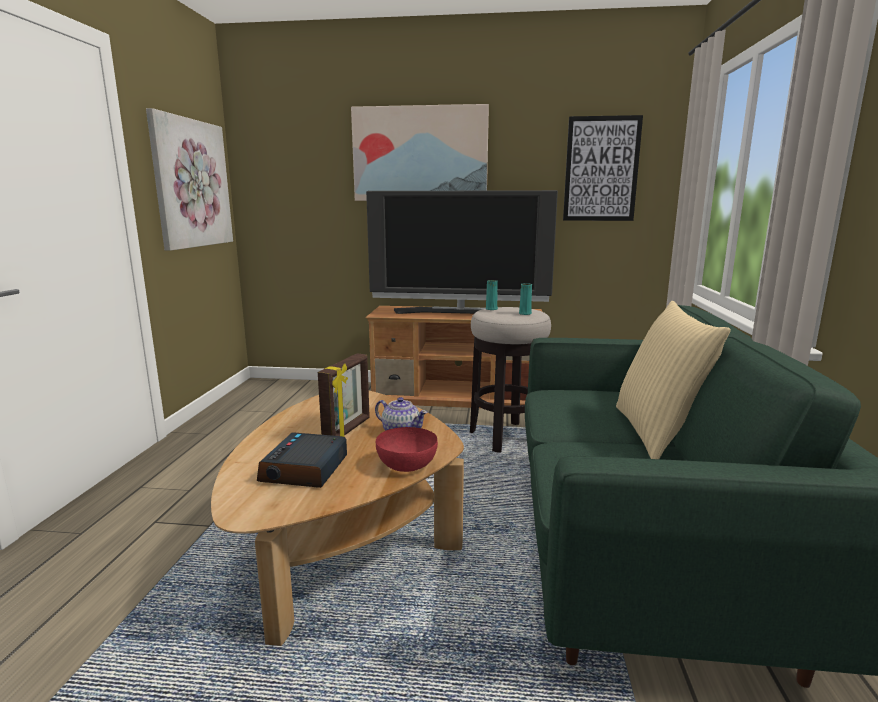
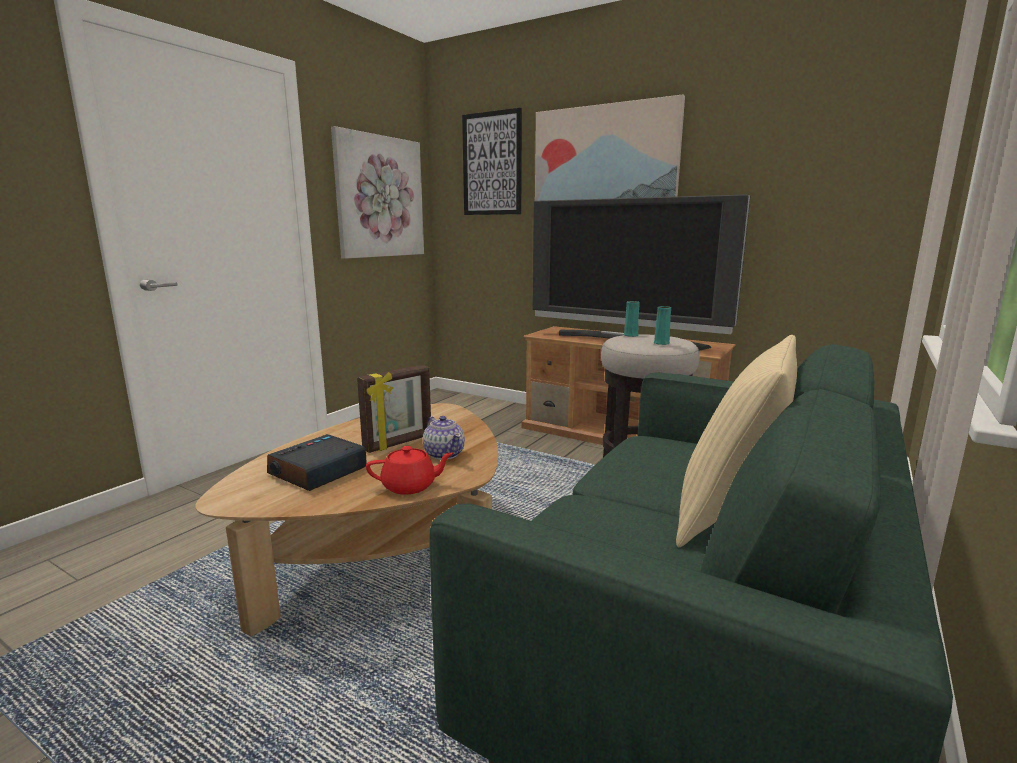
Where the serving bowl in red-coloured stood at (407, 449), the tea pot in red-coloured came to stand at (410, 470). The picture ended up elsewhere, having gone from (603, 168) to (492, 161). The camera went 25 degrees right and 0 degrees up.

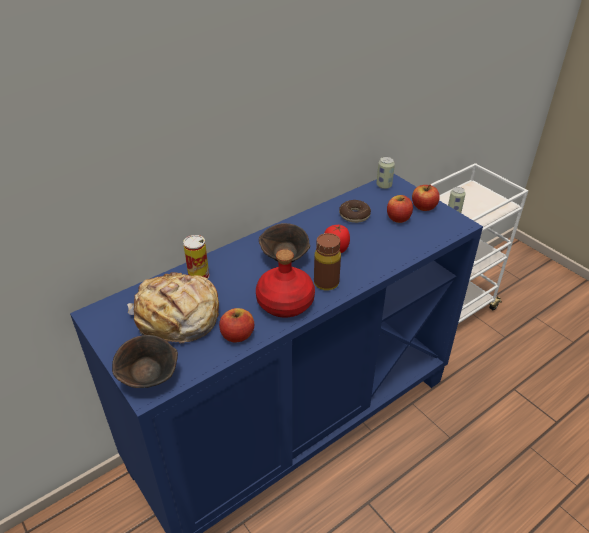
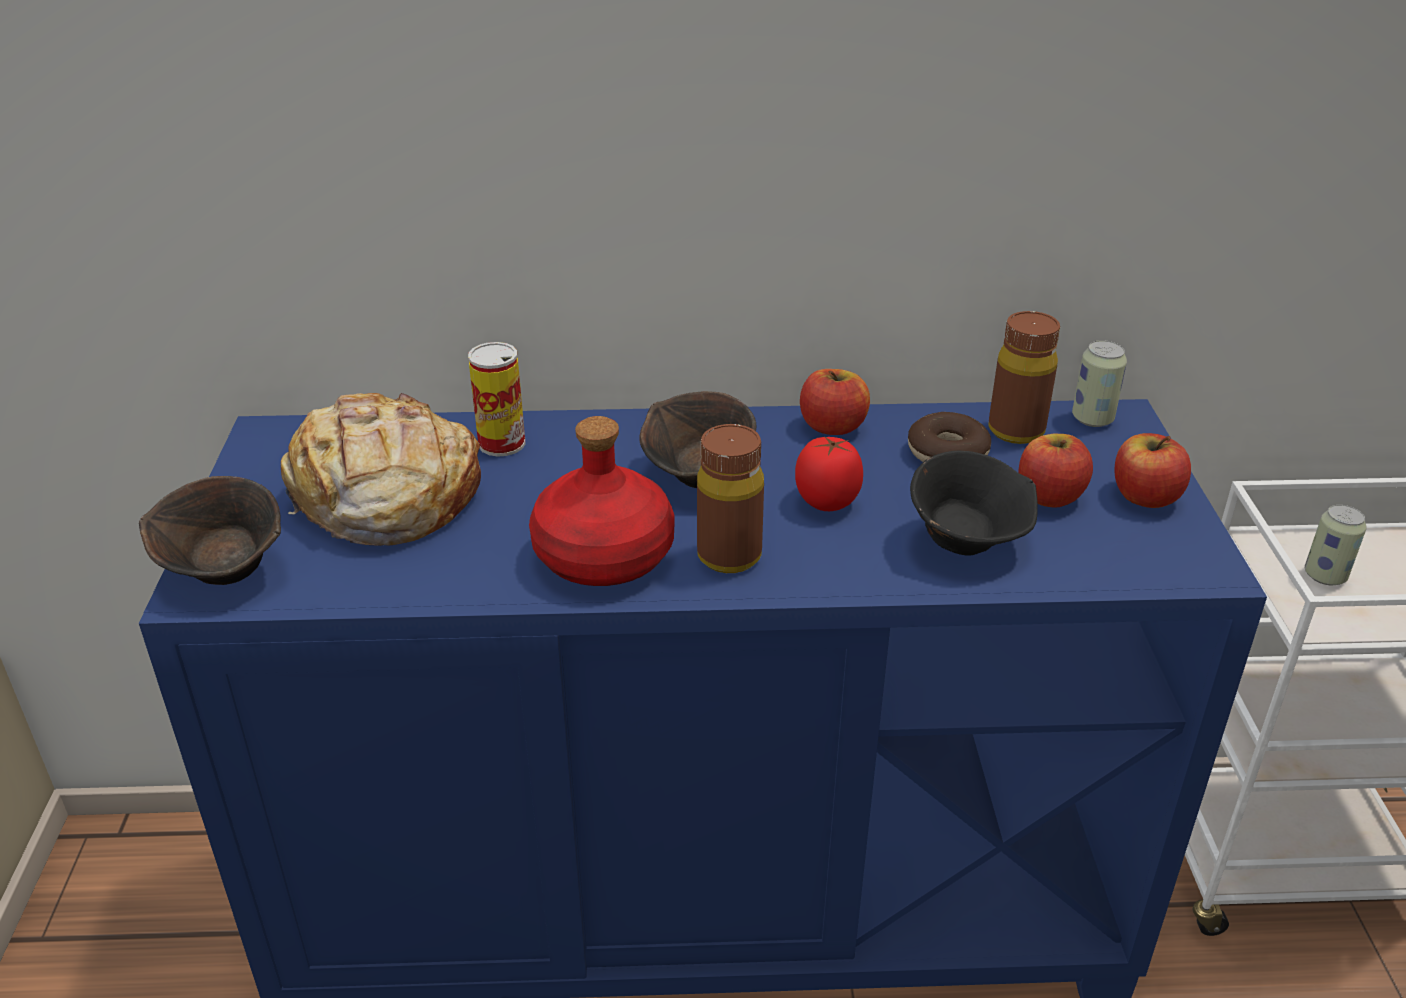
The whole apple ended up elsewhere, having gone from (236, 325) to (835, 402). The second view gained the serving bowl in blackish at (973, 503). The second view gained the bottle in brownish at (1024, 377). The camera went 35 degrees right and 5 degrees down.

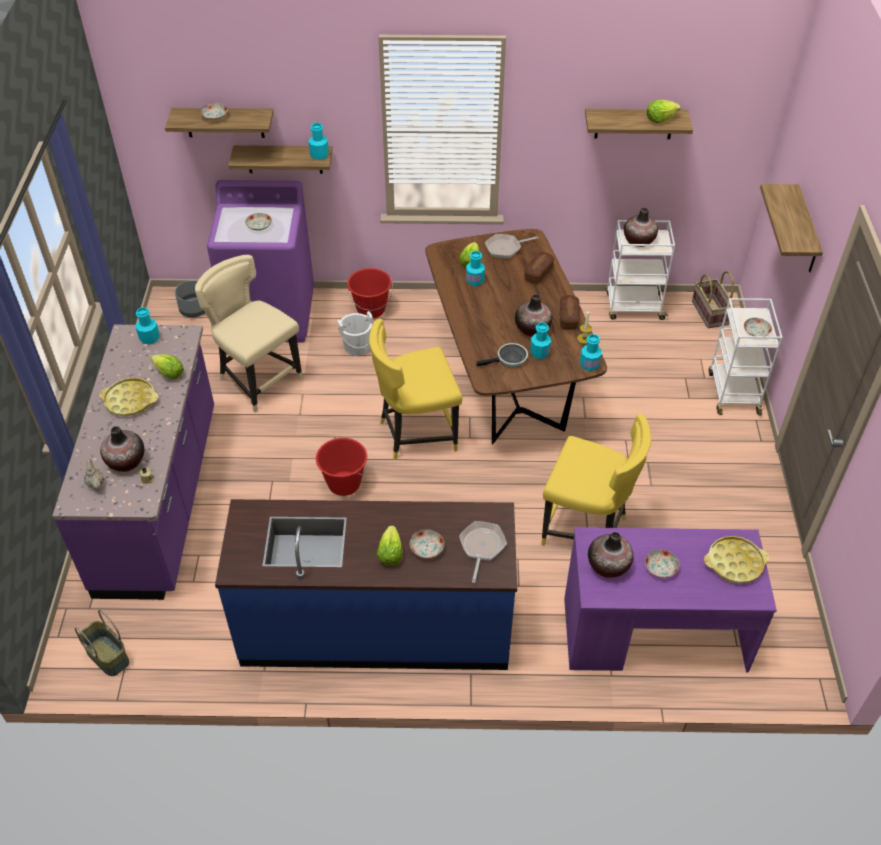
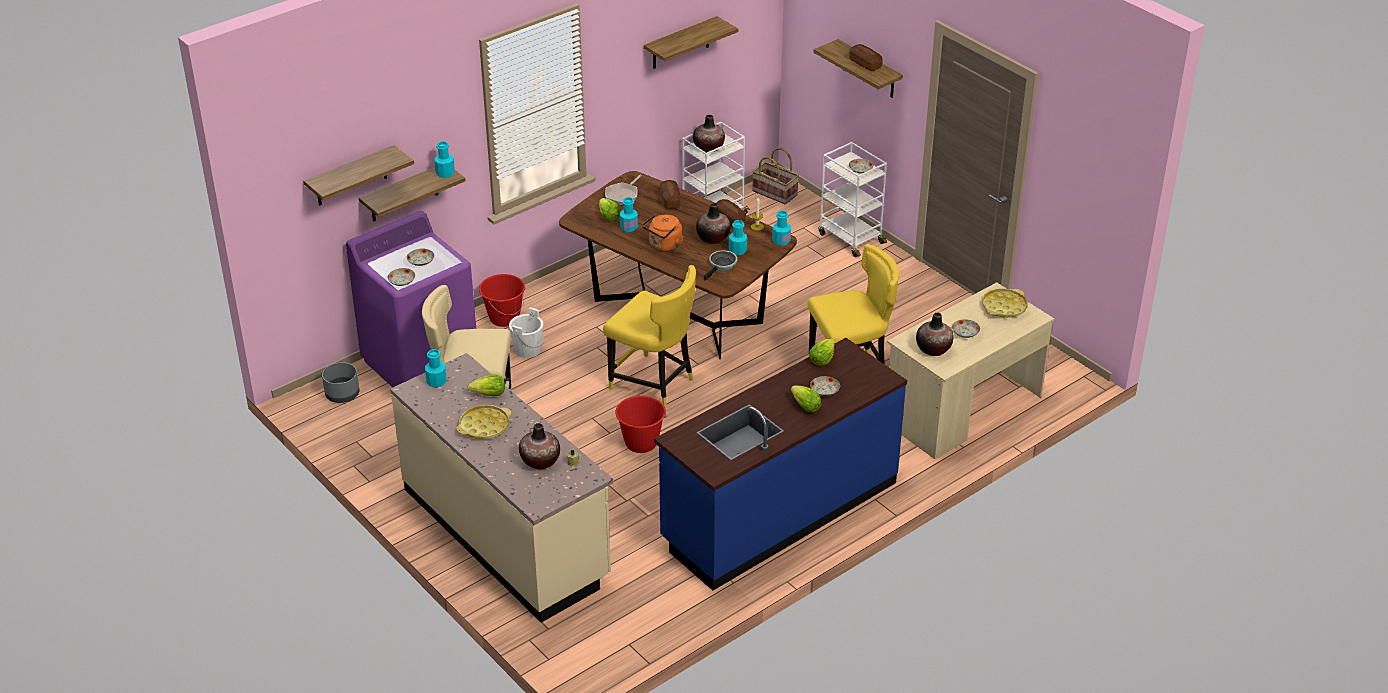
What was the kitchen base unit in purple at (133, 462) turned into the kitchen base unit in beige at (501, 488). The second view lost the storage basket at (102, 643). The second view lost the tea pot in beige at (94, 474). The plate ended up elsewhere, having gone from (214, 111) to (401, 277). The chair in yellowish at (415, 389) ended up facing another way, 90 degrees counterclockwise from before. The second view lost the skillet at (483, 552). What was the desk table in purple at (670, 599) turned into the desk table in beige at (971, 370). The lettuce ended up elsewhere, having gone from (664, 111) to (822, 352). The second view gained the tea kettle in orangey at (662, 233). The second view gained the bread at (866, 57). The camera went 40 degrees left and 10 degrees down.

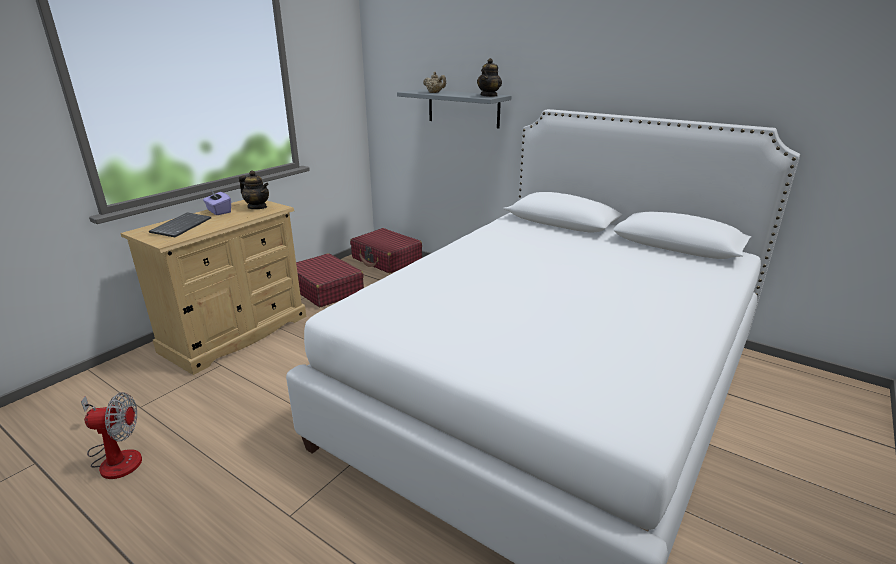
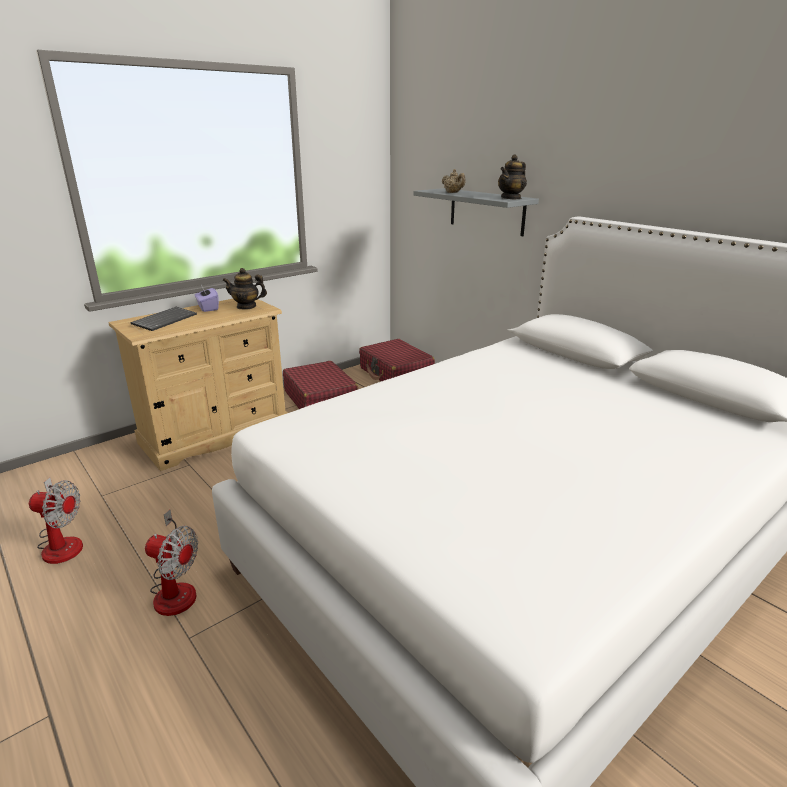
The tea pot at (254, 189) ended up facing another way, 135 degrees clockwise from before. The second view gained the fan at (171, 563). The camera went 15 degrees right and 0 degrees up.

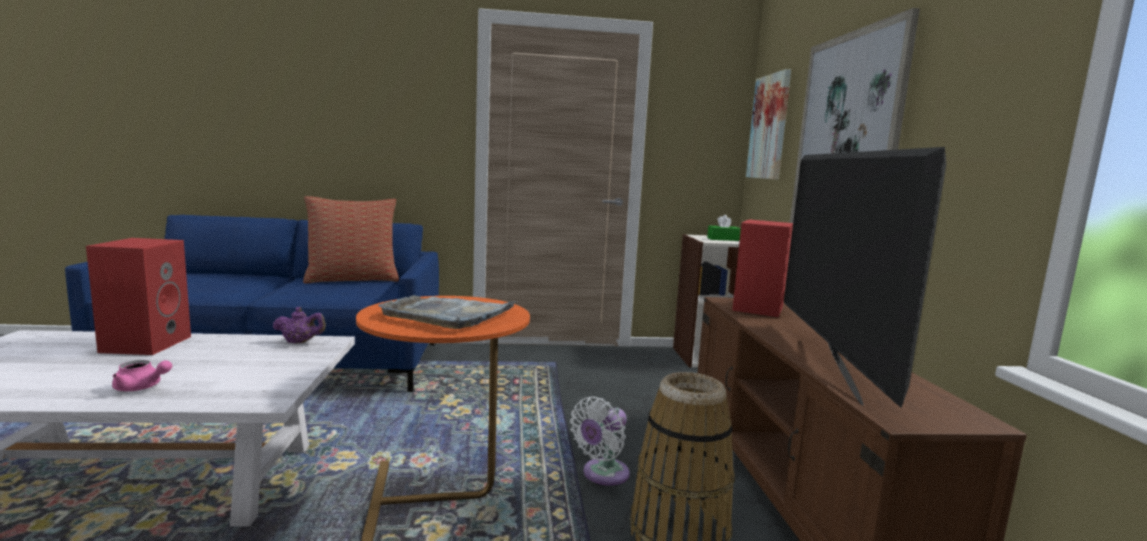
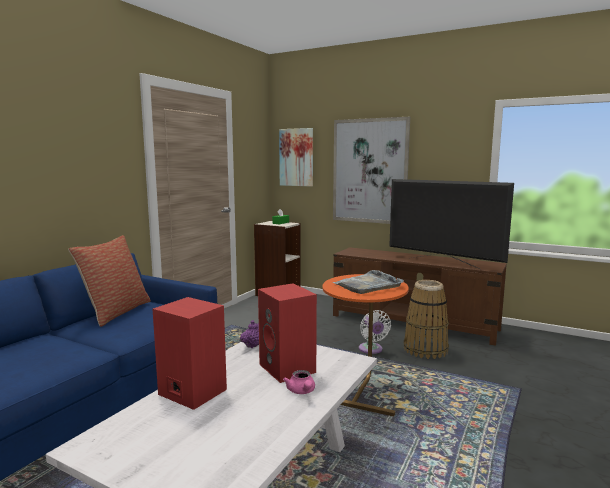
The tea pot in pink-coloured at (142, 375) ended up facing another way, 120 degrees clockwise from before. The loudspeaker in red-coloured ended up elsewhere, having gone from (762, 268) to (287, 333). The camera went 55 degrees left and 0 degrees up.

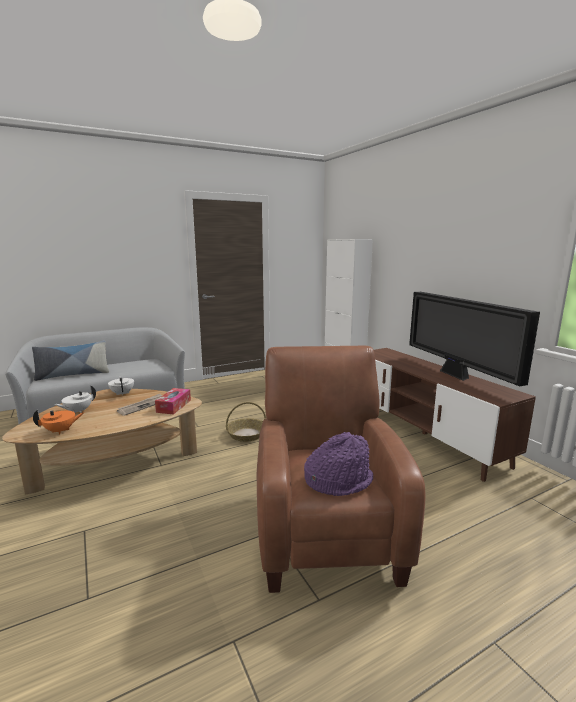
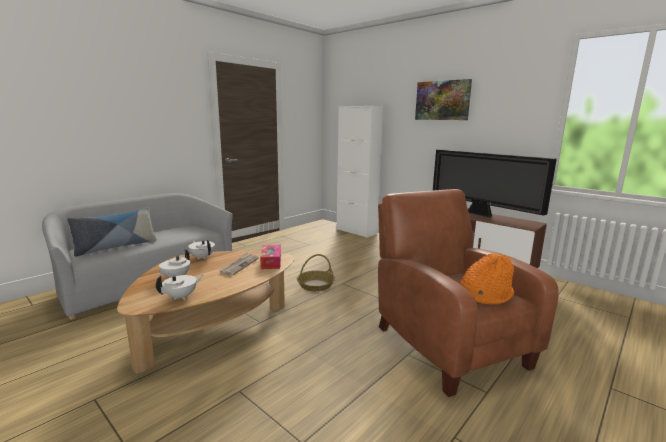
What was the tea pot in orangey at (59, 422) turned into the tea pot in white-coloured at (179, 287). What was the hat in purple at (338, 464) turned into the hat in orangey at (487, 279). The second view gained the picture at (443, 99). The camera went 20 degrees left and 0 degrees up.

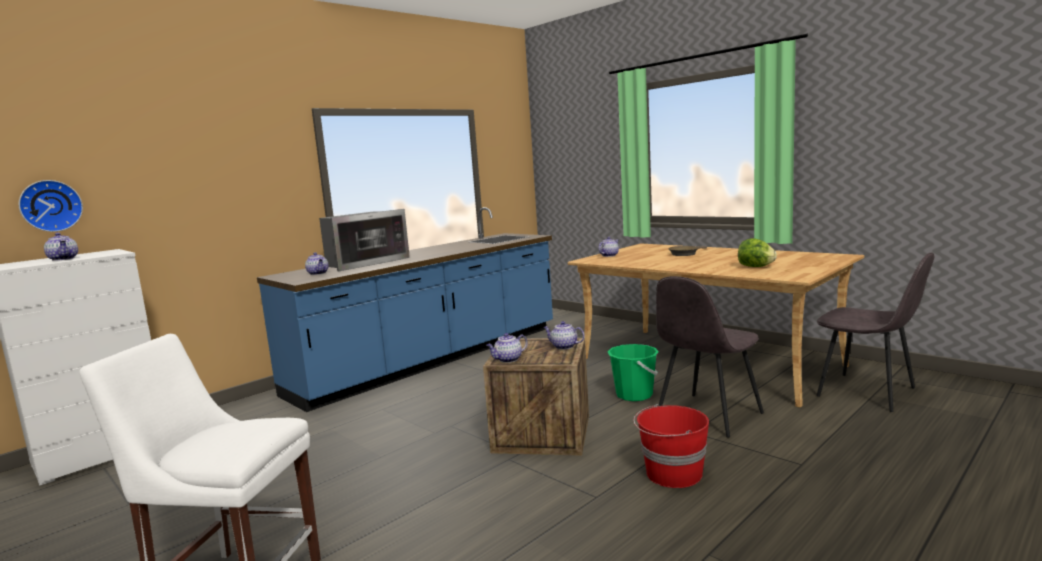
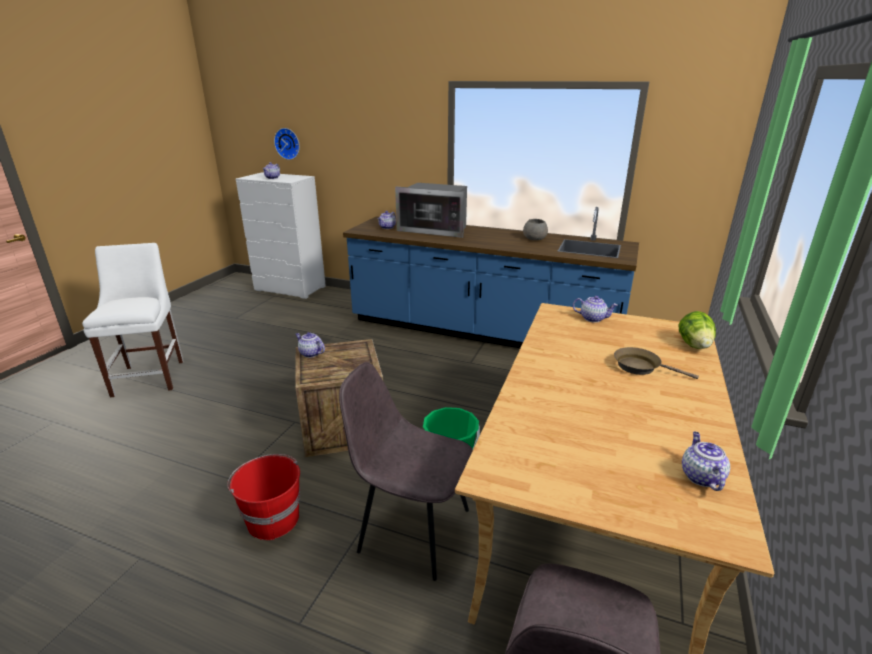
The tea pot ended up elsewhere, having gone from (564, 335) to (706, 461). The lettuce ended up elsewhere, having gone from (757, 252) to (697, 330). The second view gained the serving bowl in grey at (535, 229). The camera went 65 degrees right and 15 degrees up.

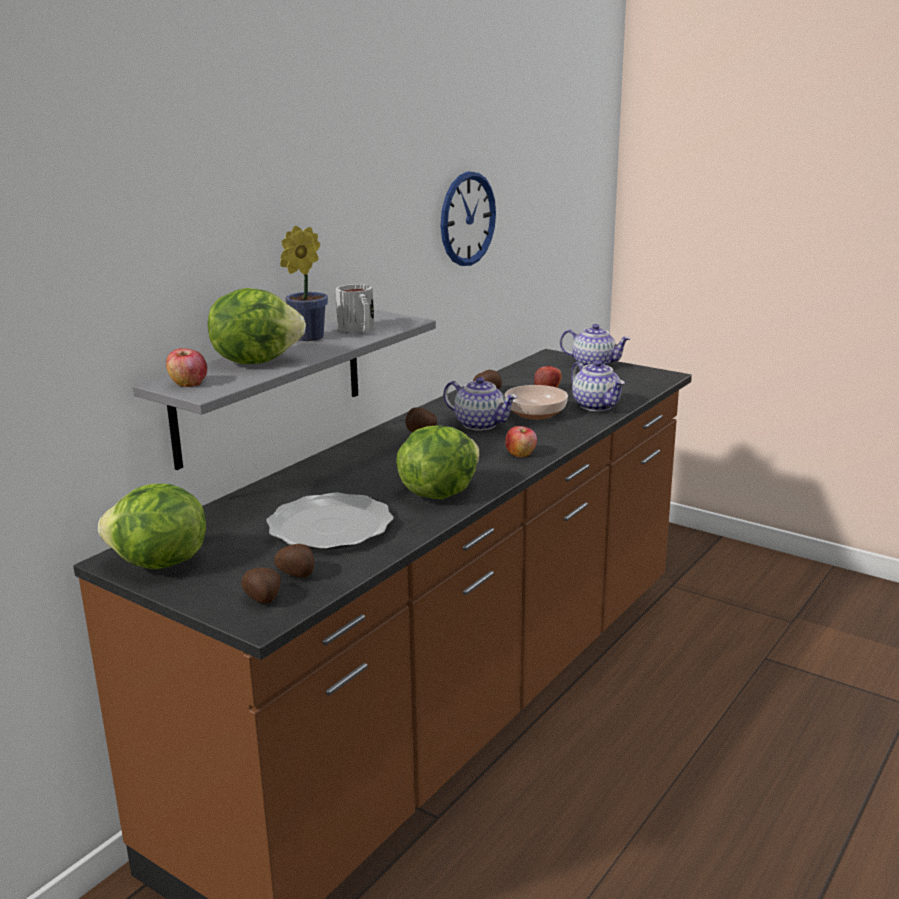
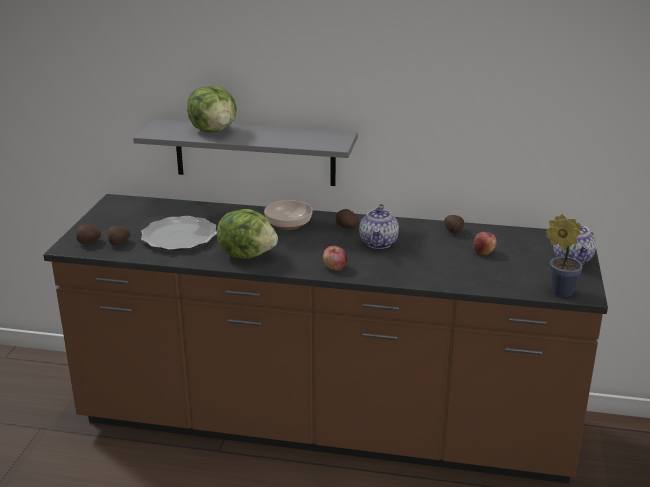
The second view lost the lettuce at (152, 527). The second view lost the whole apple at (186, 367). The potted plant ended up elsewhere, having gone from (304, 283) to (564, 255). The second view lost the mug at (355, 308). The second view lost the clock on the wall at (468, 218). The serving bowl ended up elsewhere, having gone from (536, 402) to (288, 215). The second view lost the tea pot at (598, 385). The camera went 65 degrees right and 5 degrees up.

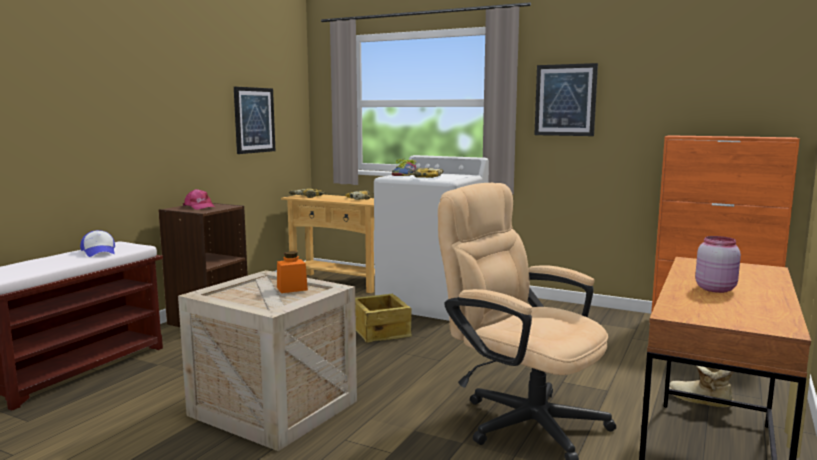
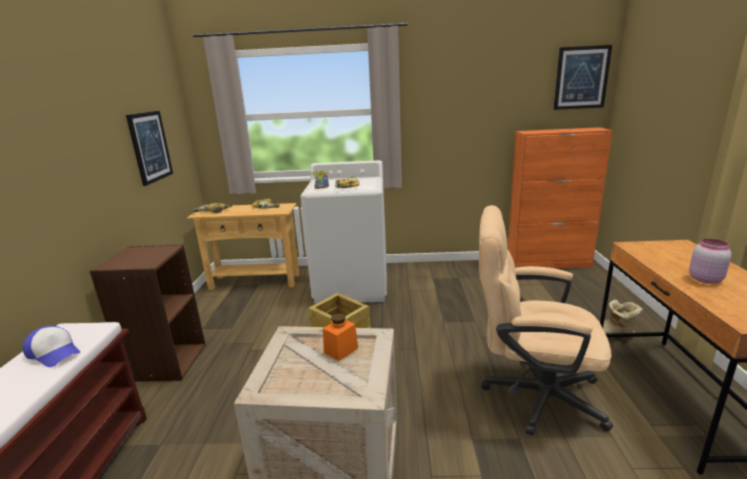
The second view lost the peaked cap in pink-coloured at (199, 199). The picture ended up elsewhere, having gone from (566, 99) to (582, 77). The camera went 25 degrees left and 10 degrees up.

